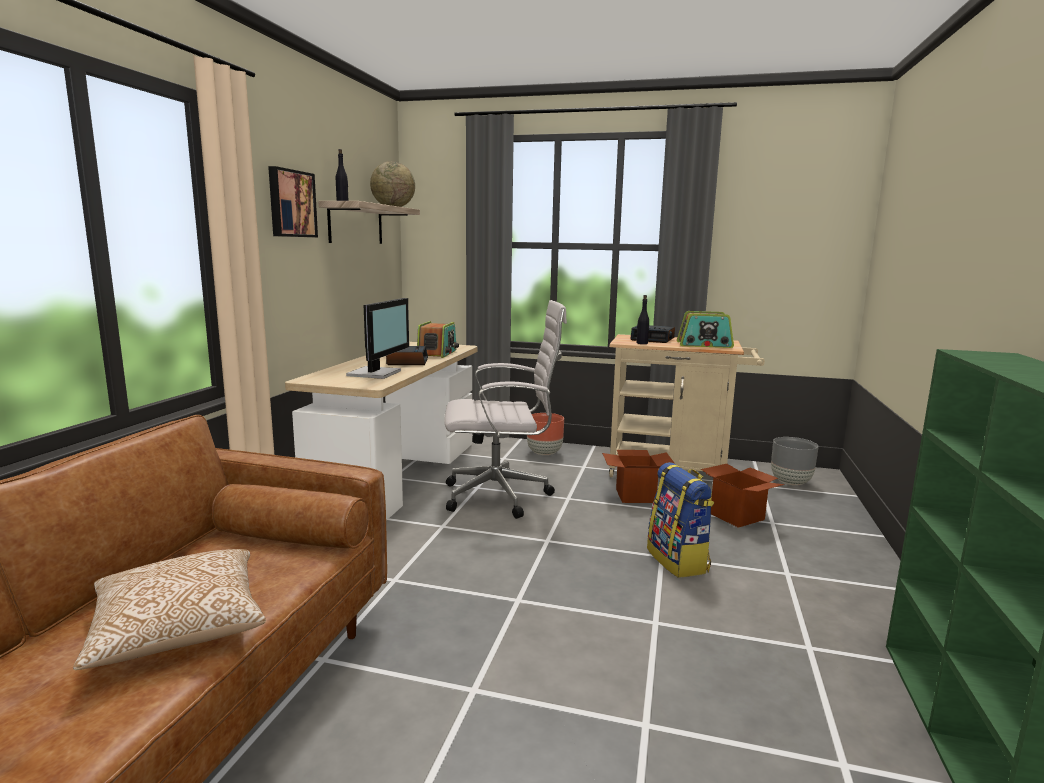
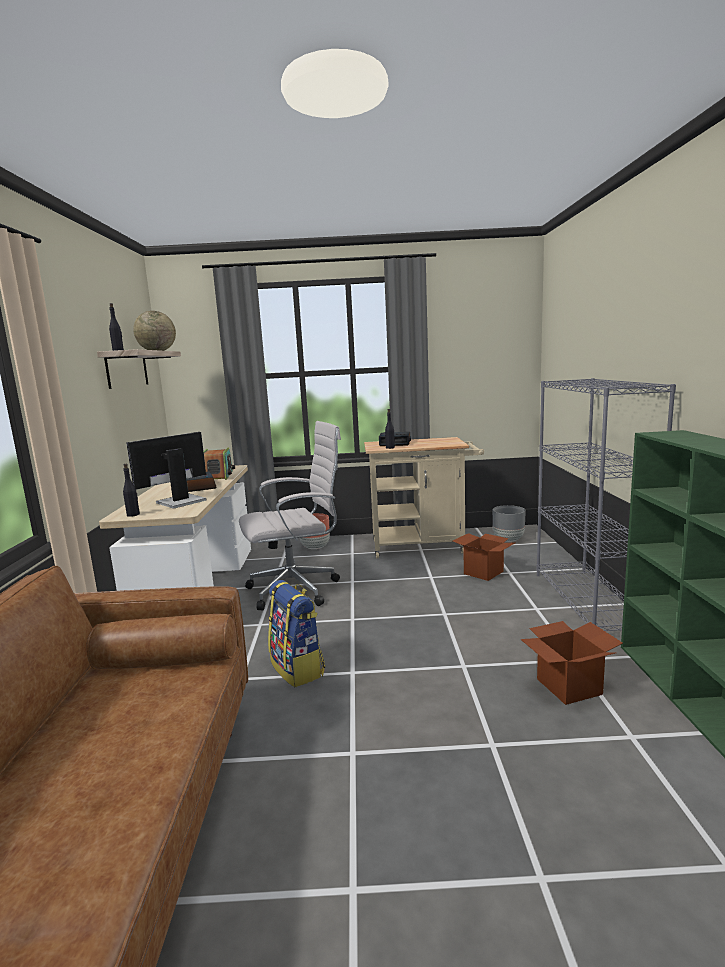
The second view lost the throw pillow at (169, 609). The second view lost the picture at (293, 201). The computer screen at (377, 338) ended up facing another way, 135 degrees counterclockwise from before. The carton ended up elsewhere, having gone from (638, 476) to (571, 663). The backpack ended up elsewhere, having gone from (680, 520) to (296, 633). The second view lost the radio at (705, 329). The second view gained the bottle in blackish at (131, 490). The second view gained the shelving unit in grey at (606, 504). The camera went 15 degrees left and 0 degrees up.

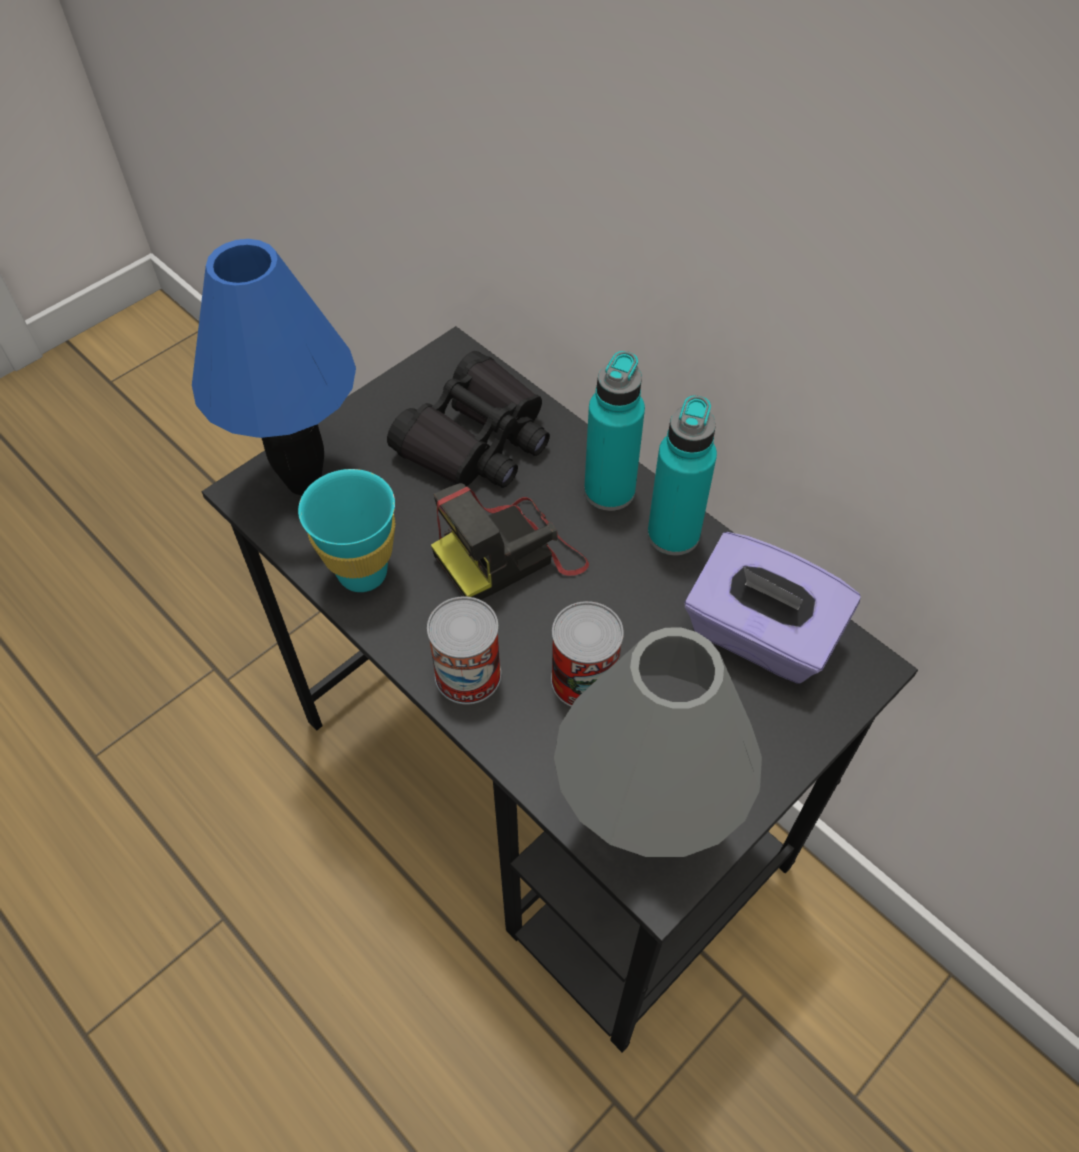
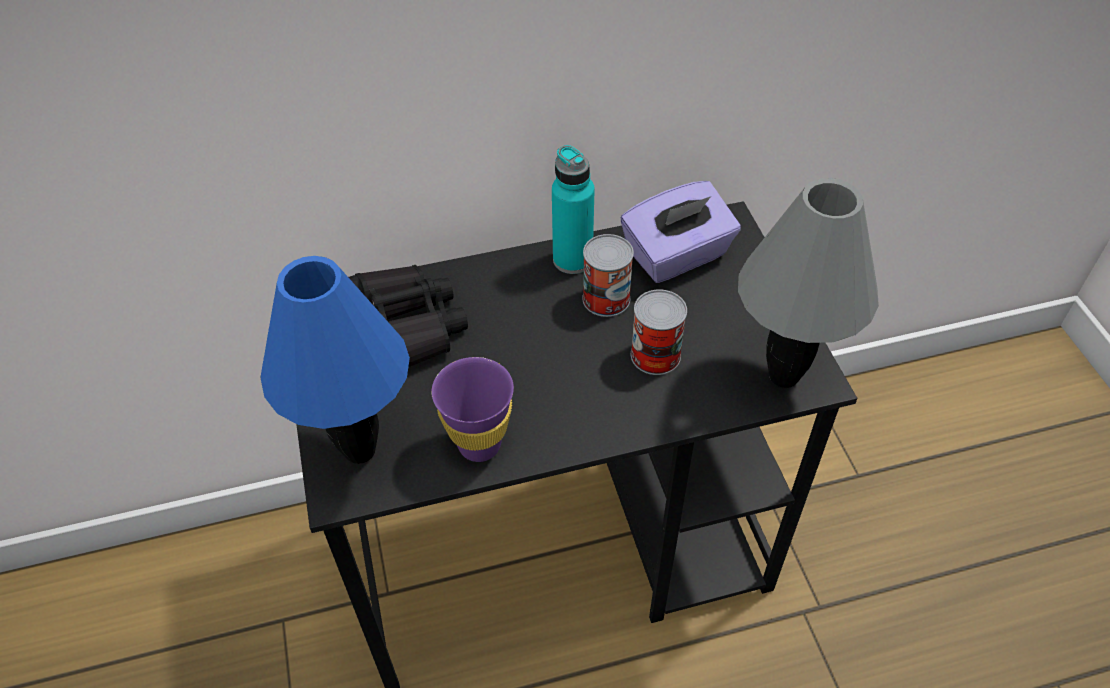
What was the drinking cup in turquoise-coloured at (346, 530) turned into the drinking cup in purple at (473, 409). The can ended up elsewhere, having gone from (464, 650) to (608, 275). The second view lost the still camera at (510, 541). The second view lost the bottle in turquoise-coloured at (614, 431). The camera went 60 degrees left and 5 degrees down.

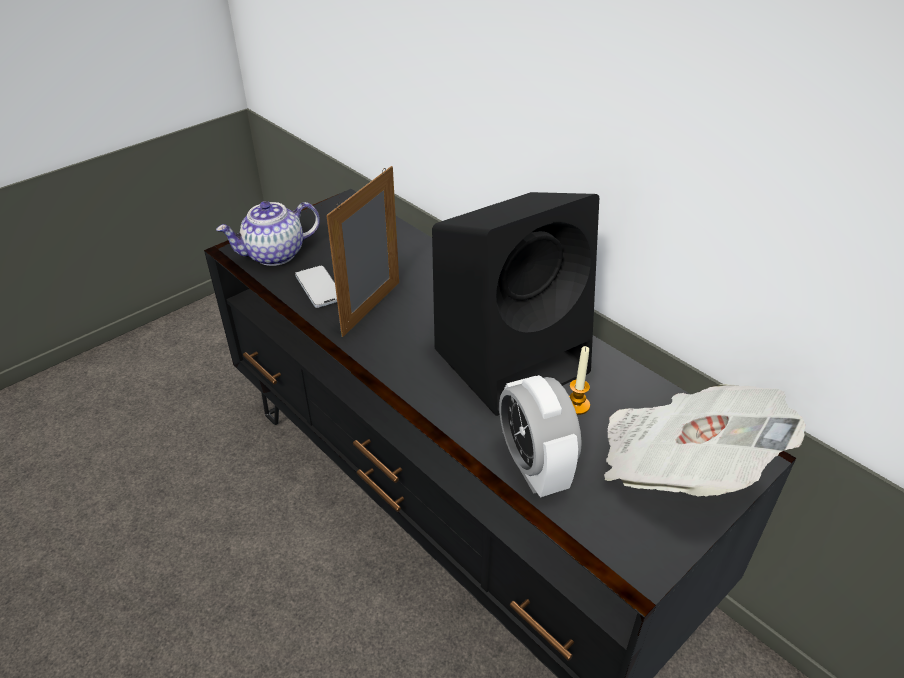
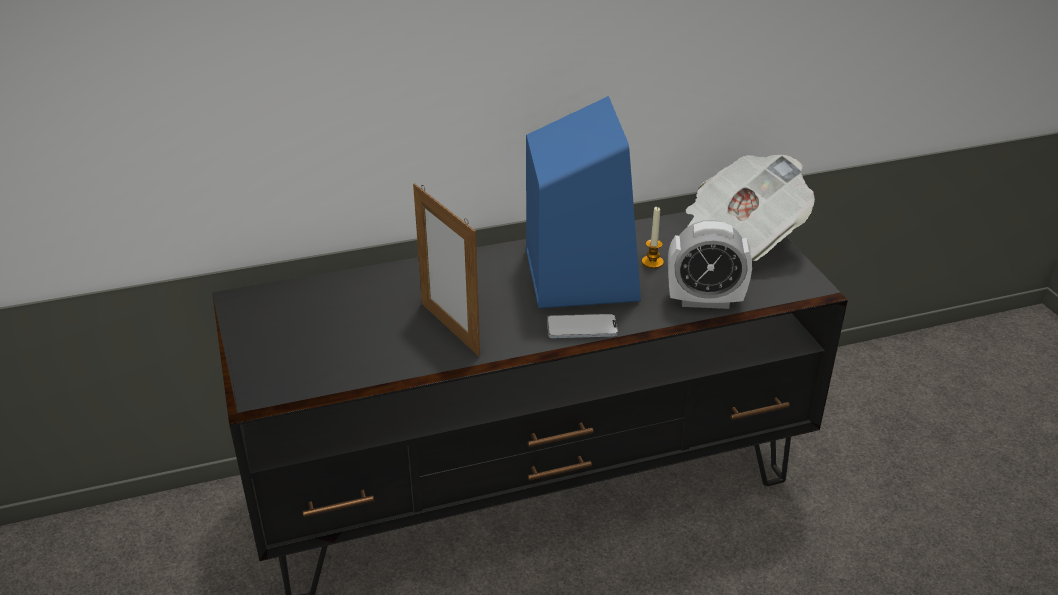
The second view lost the tea pot at (268, 233). The handset ended up elsewhere, having gone from (316, 286) to (582, 326). What was the loudspeaker in blackish at (515, 304) turned into the loudspeaker in blue-coloured at (583, 202). The camera went 65 degrees left and 5 degrees down.

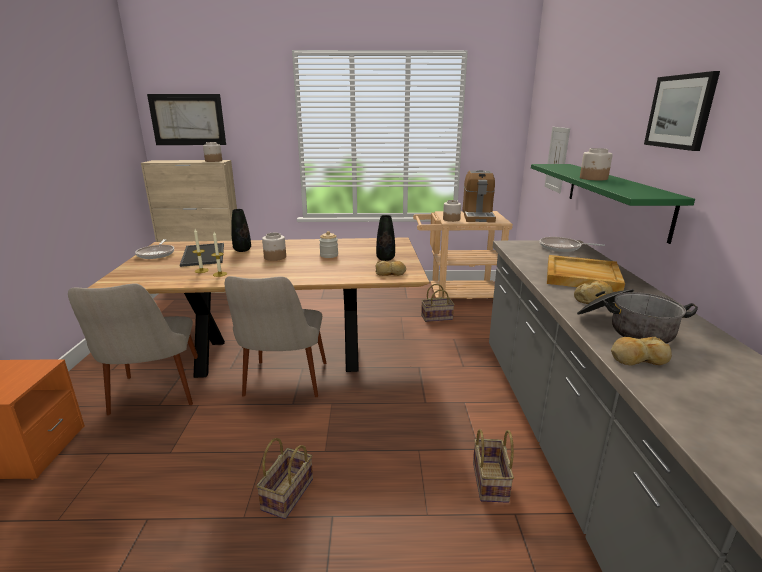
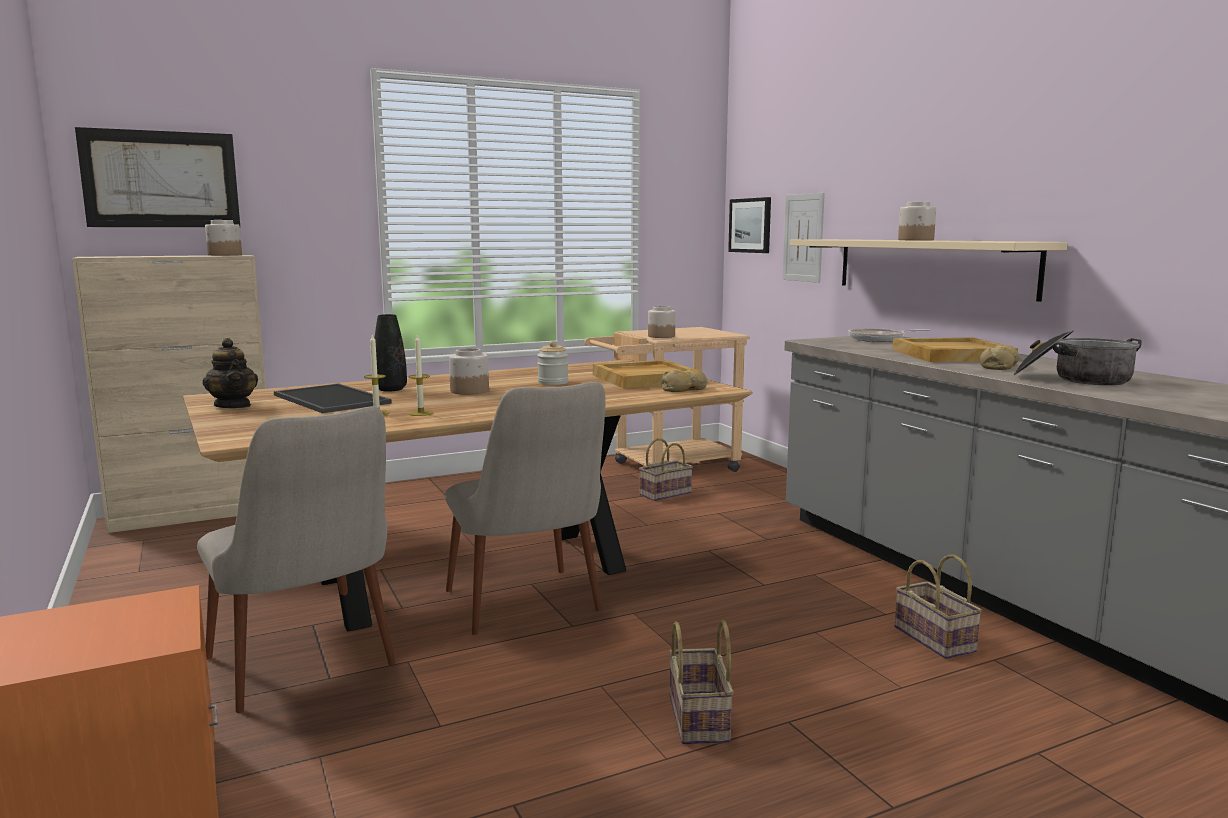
Where the skillet stood at (154, 249), the tea pot came to stand at (230, 373). Where the decorative vase in blackish stood at (385, 238), the serving tray in beige came to stand at (643, 374). The second view lost the coffee brewer at (479, 196). What was the wall shelf in green at (613, 204) turned into the wall shelf in beige at (928, 270). The second view lost the bread at (641, 351). The picture ended up elsewhere, having gone from (682, 111) to (749, 225). The camera went 25 degrees left and 10 degrees down.

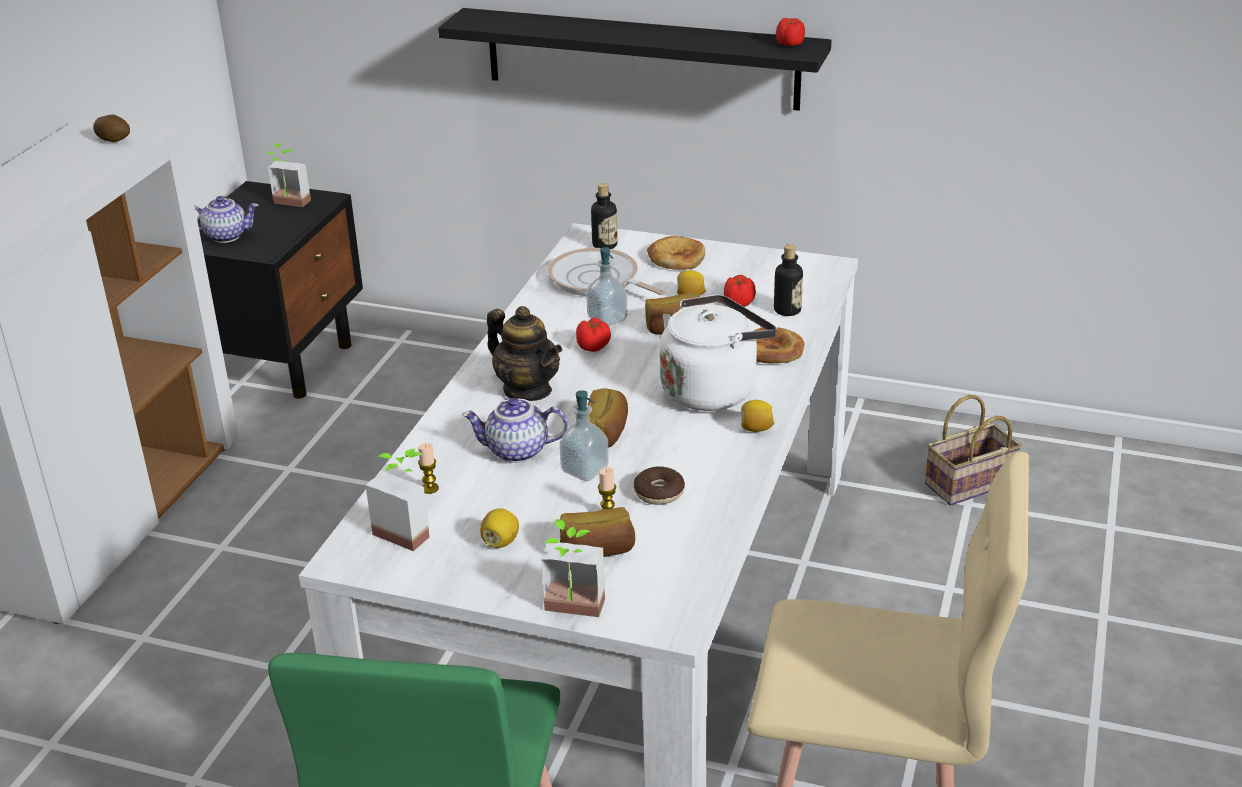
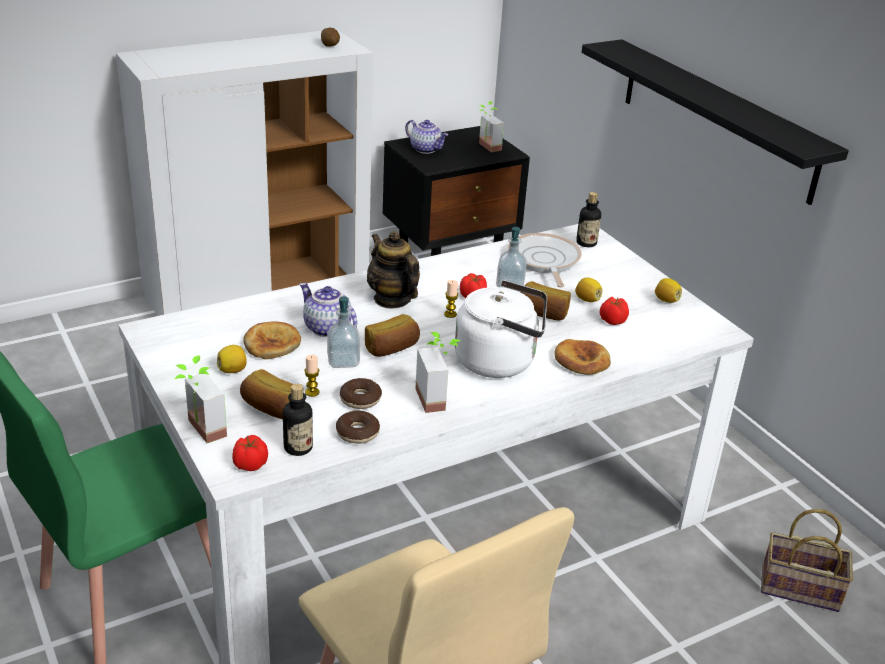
The potted plant ended up elsewhere, having gone from (398, 500) to (438, 372). The candle ended up elsewhere, having gone from (428, 468) to (451, 299). The tea pot at (524, 353) ended up facing another way, 150 degrees clockwise from before. The bread ended up elsewhere, having gone from (676, 253) to (272, 340). The citrus fruit ended up elsewhere, having gone from (758, 416) to (668, 290). The bottle ended up elsewhere, having gone from (788, 280) to (298, 420). The fresh tomato ended up elsewhere, having gone from (790, 32) to (250, 453). The second view gained the ring doughnut at (358, 427). The camera went 40 degrees right and 0 degrees up.

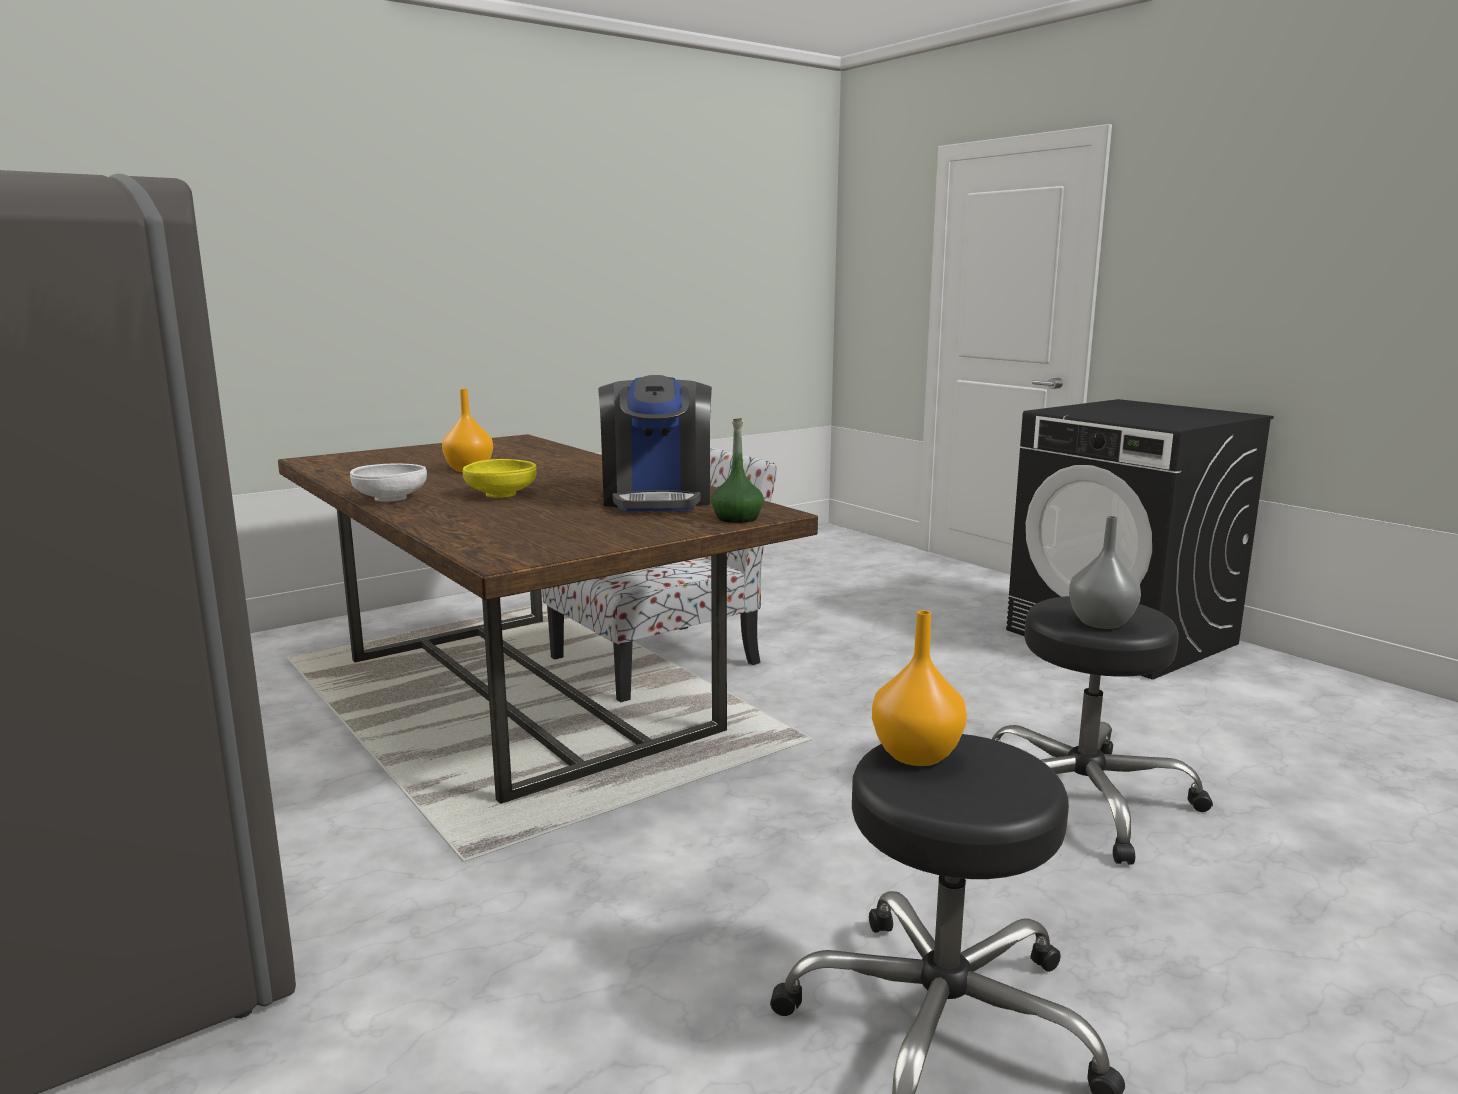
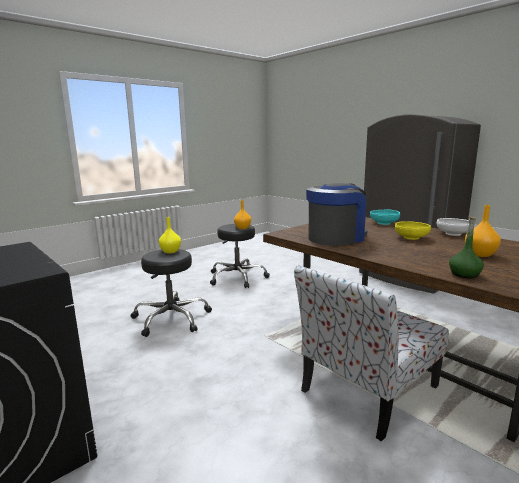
The coffee brewer at (655, 443) ended up facing another way, 60 degrees clockwise from before. The bottle in green ended up elsewhere, having gone from (737, 470) to (466, 247). What was the decorative vase in grey at (1105, 572) turned into the decorative vase in yellowish at (170, 235). The second view gained the serving bowl in turquoise-coloured at (385, 217). The camera went 175 degrees right and 0 degrees up.

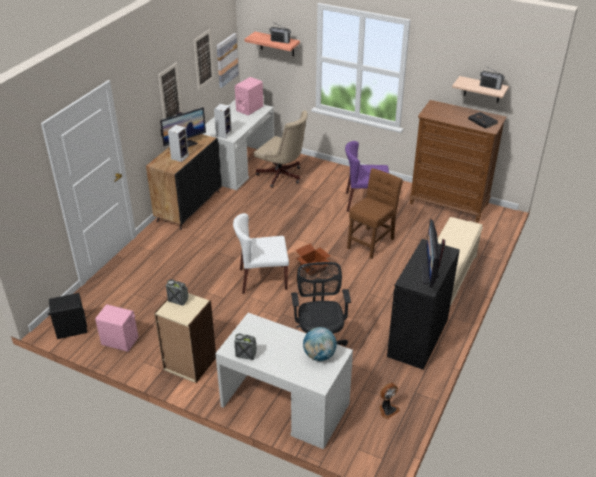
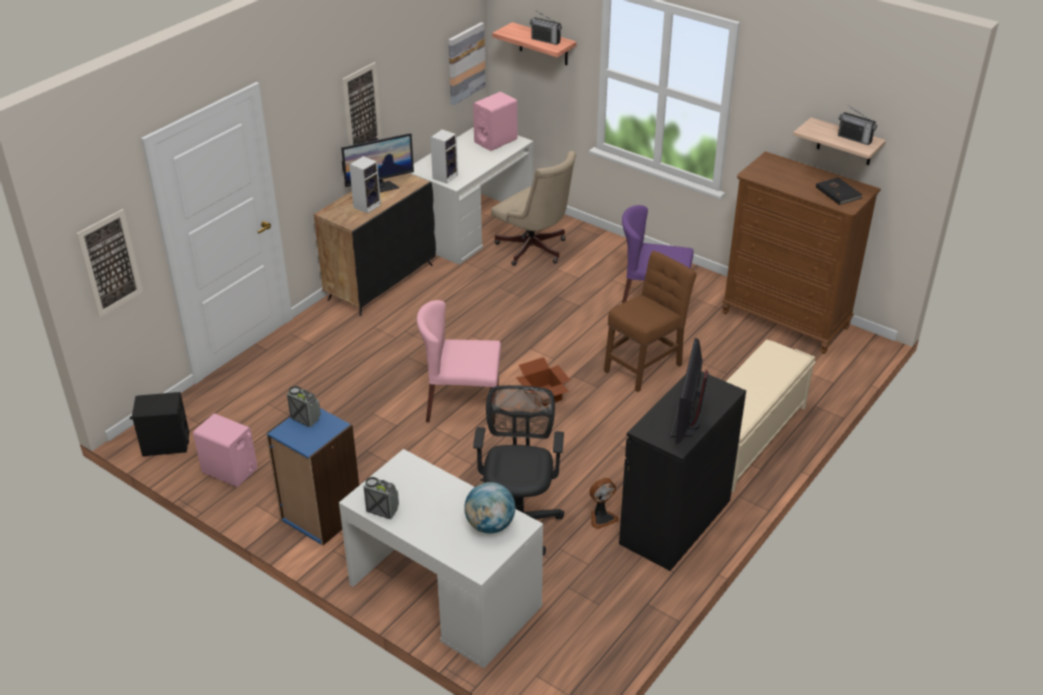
What was the shelving unit in beige at (185, 338) turned into the shelving unit in blue-coloured at (312, 477). The picture ended up elsewhere, having gone from (203, 59) to (109, 263). What was the chair in white-coloured at (261, 253) turned into the chair in pink-coloured at (459, 361). The fan ended up elsewhere, having gone from (389, 401) to (604, 503). The camera went 10 degrees right and 0 degrees up.

